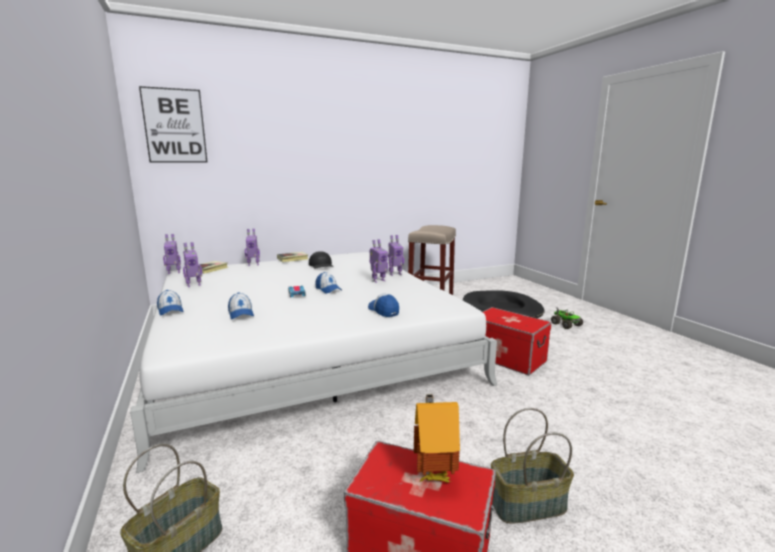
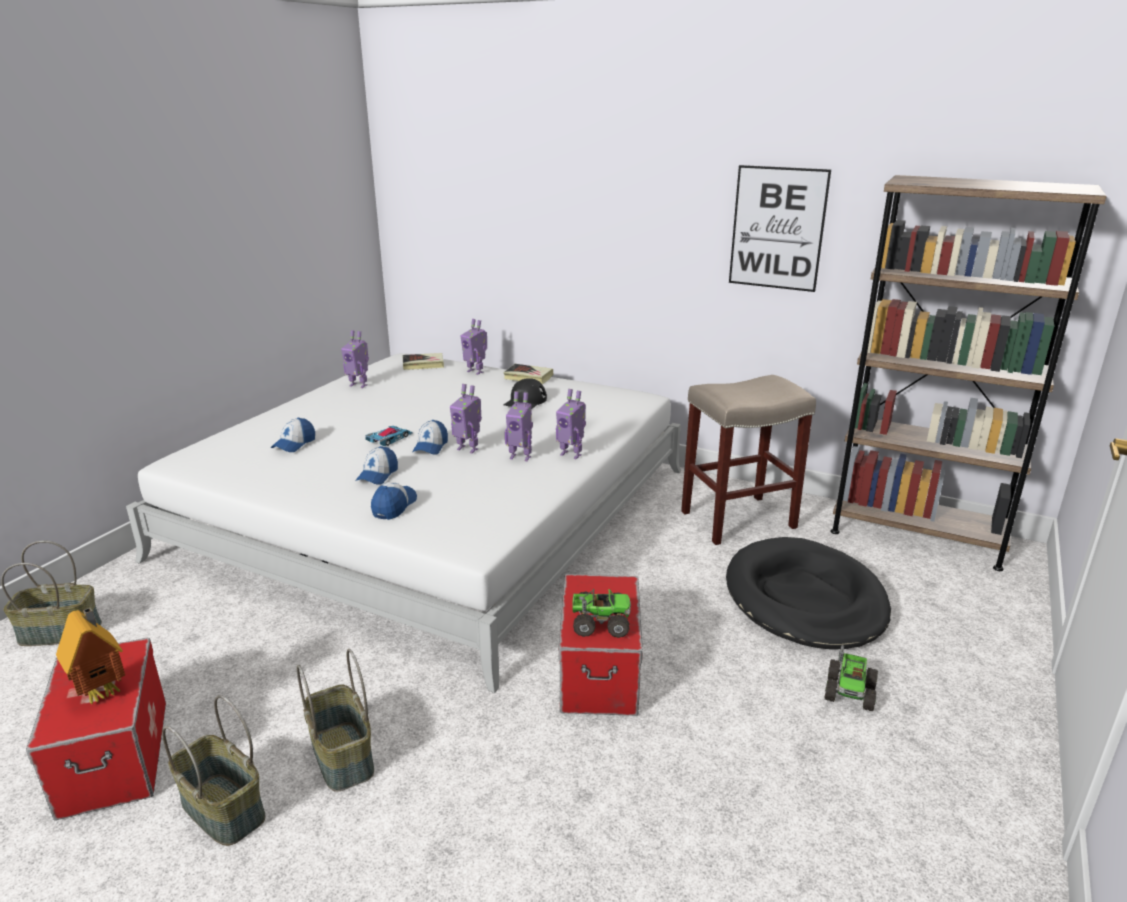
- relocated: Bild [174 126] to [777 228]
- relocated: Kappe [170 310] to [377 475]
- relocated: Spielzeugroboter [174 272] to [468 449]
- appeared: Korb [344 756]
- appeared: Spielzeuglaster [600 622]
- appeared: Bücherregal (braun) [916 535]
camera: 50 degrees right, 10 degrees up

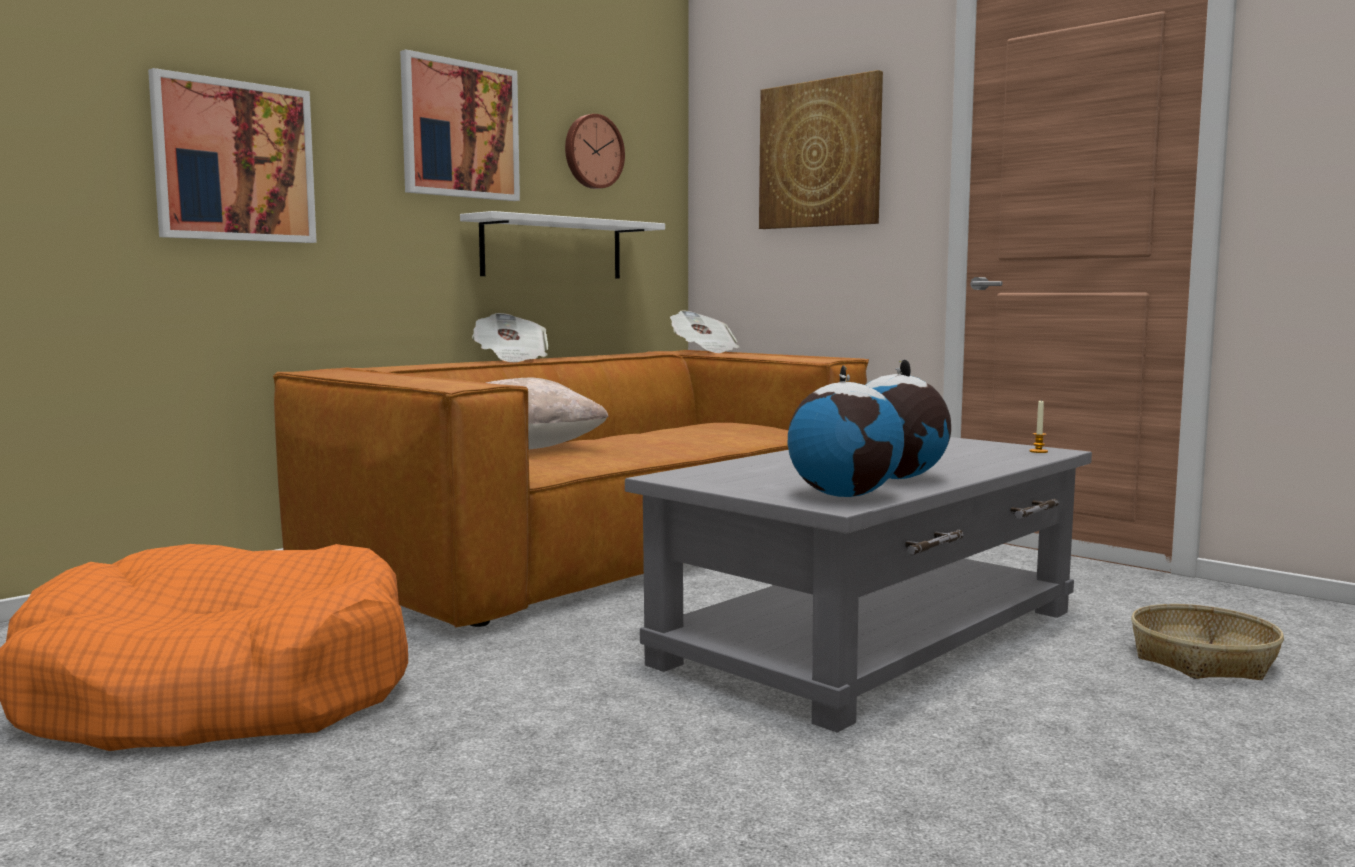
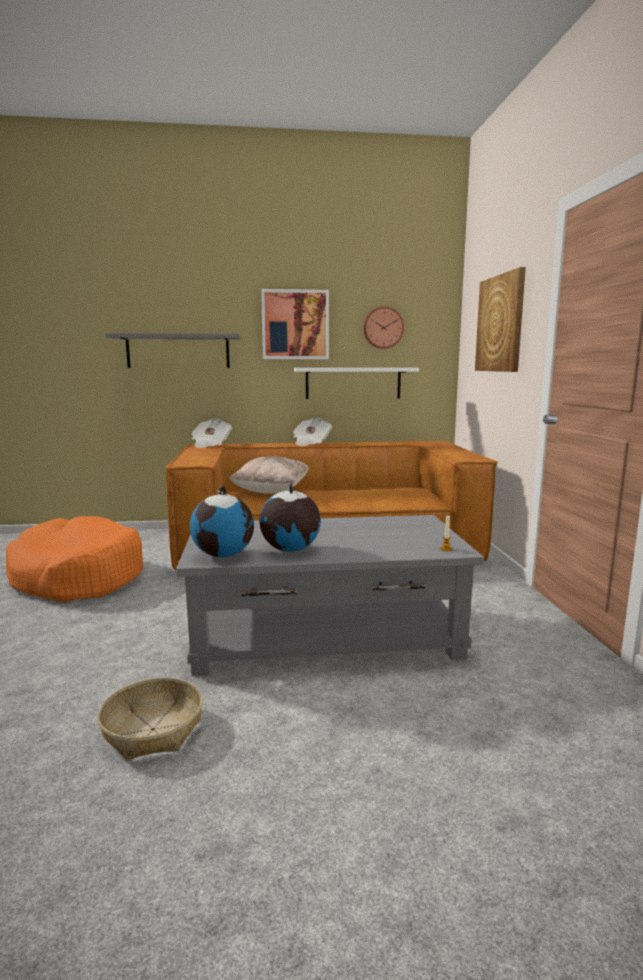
- exchanged: Bild [234 161] to Wandregal (grau) [178 351]
- relocated: Zeitung [704 351] to [210 445]
- relocated: Korb [1203 660] to [152 730]
camera: 40 degrees right, 5 degrees up

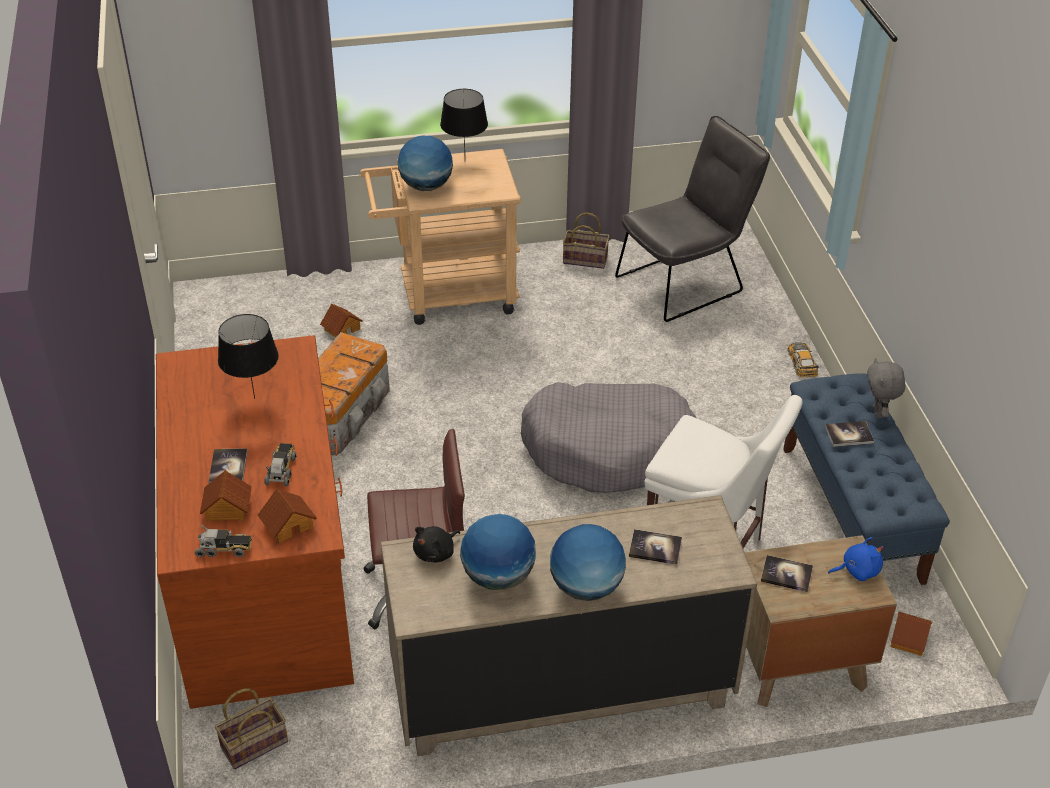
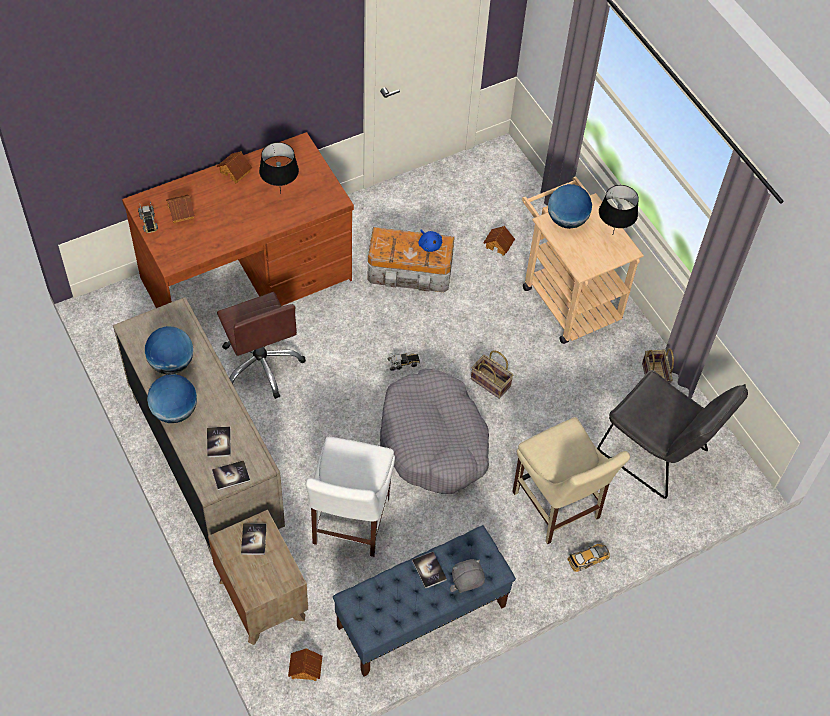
- relocated: Buch [228 467] to [231 476]
- relocated: Korb [255 742] to [492 382]
- relocated: Spielzeughaus [288 524] to [235 171]
- relocated: Spielzeuglaster [281 469] to [403 363]
- missing: Plüschtier (schwarz) [436 553]
- relocated: Plüschtier (blau) [857 570] to [429 245]
- appeared: Stuhl (beige) [558 509]
camera: 70 degrees right, 15 degrees up

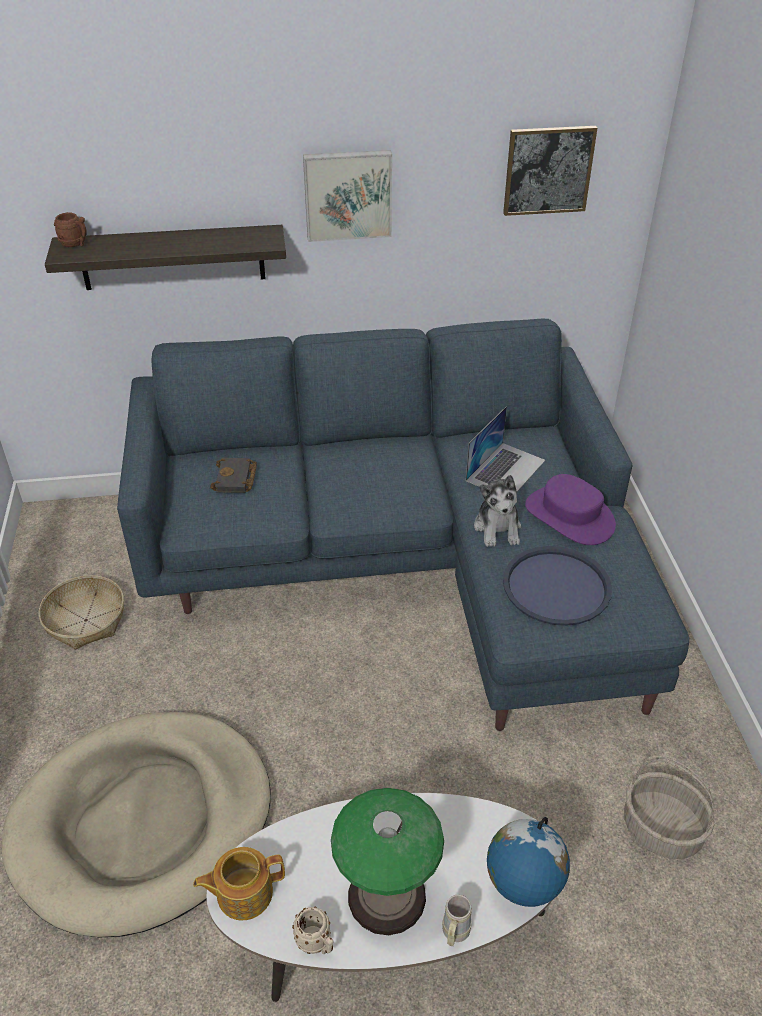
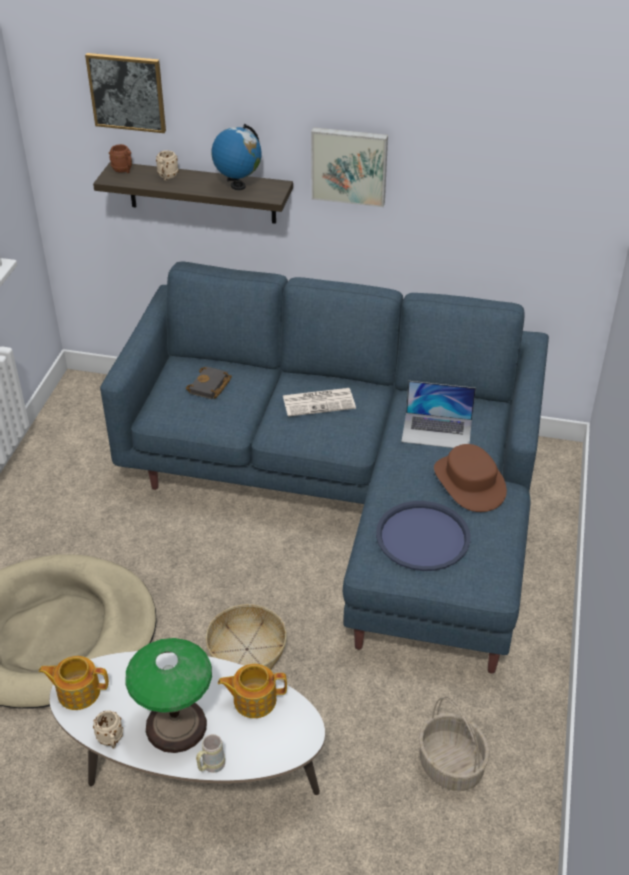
- relocated: Korb [86 620] to [247 649]
- spun: Laptop [505 470] = [437 430] 45 degrees clockwise
- missing: Plüschtier [498 528]
- relocated: Globus [521 891] to [238 186]
- relocated: Bild [548 170] to [127 92]
- colour: Hut (lila) [569 516] to Hut (braun) [469 482]
- appeared: Henkelbecher (beige) [167 177]
- appeared: Teekanne [253 699]
- appeared: Zeitung [319 402]
camera: 20 degrees right, 0 degrees up

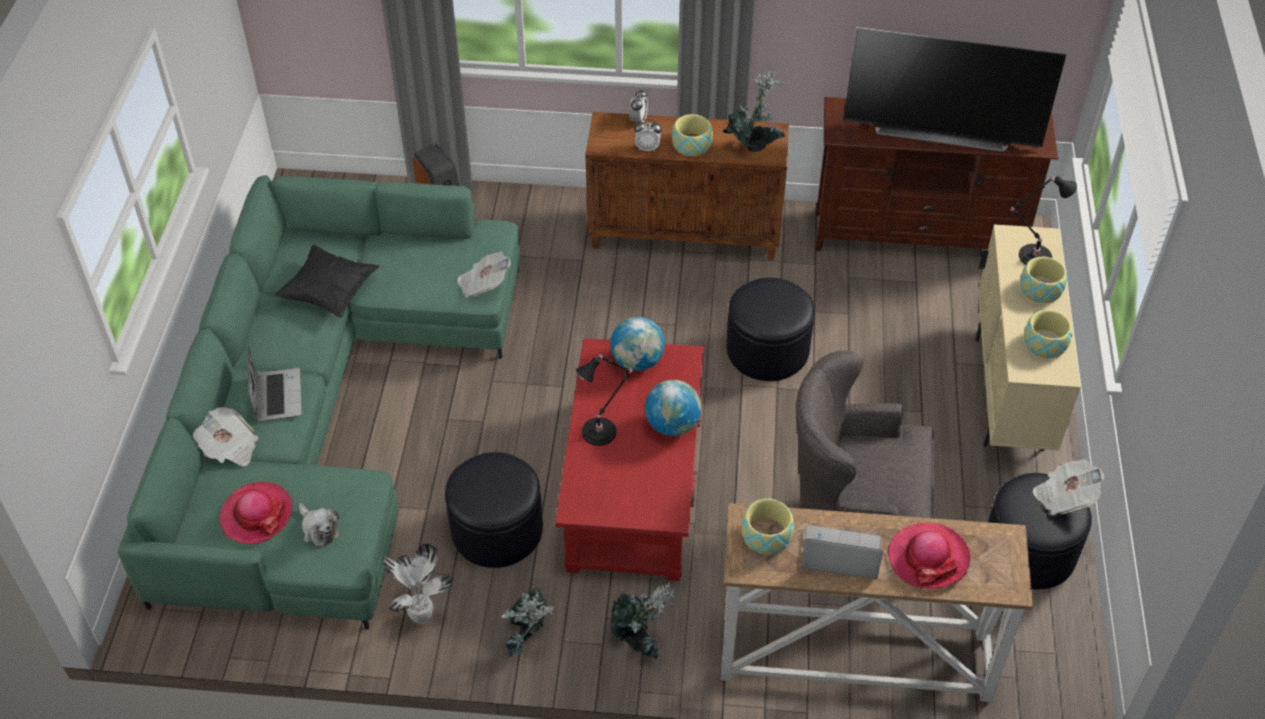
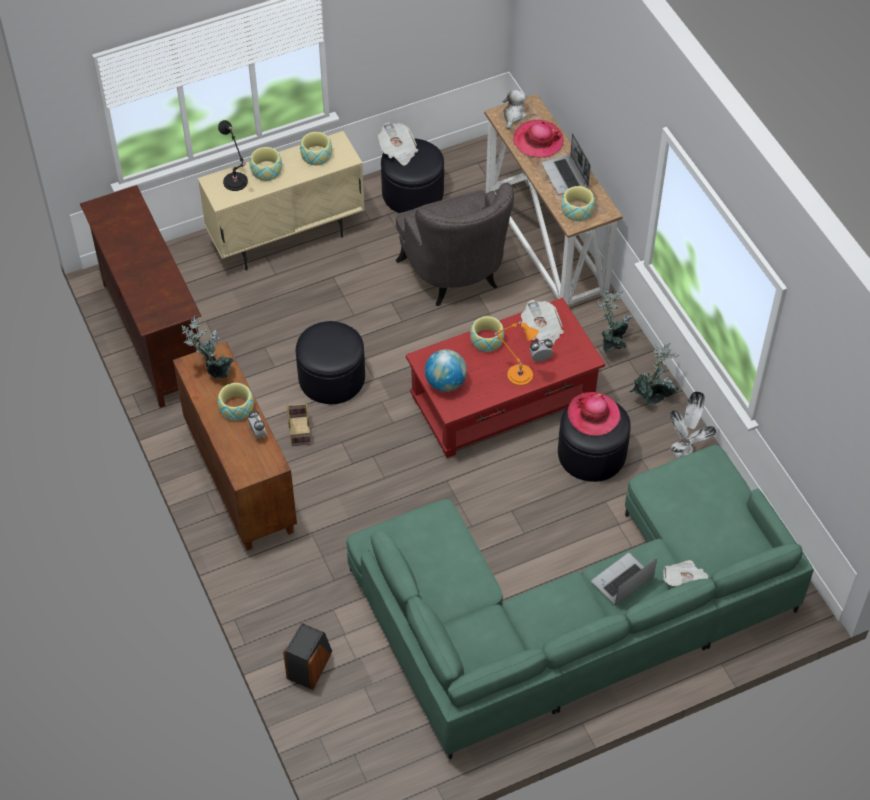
- relocated: Hut [256 515] to [593 415]
- missing: Kissen (schwarz) [329 293]
- relocated: Plüschtier [319 529] to [513 115]
- relocated: Zeitung [484 284] to [541 331]
- colour: Tischlampe (schwarz) [602 430] to Tischlampe (orange) [518 374]
- relocated: Wecker [638 120] to [540 358]
- exchanged: Globus [672 425] to Schüssel [486 340]
- missing: Fernseher [941 131]
- appeared: Korb [299 430]
camera: 120 degrees left, 5 degrees up

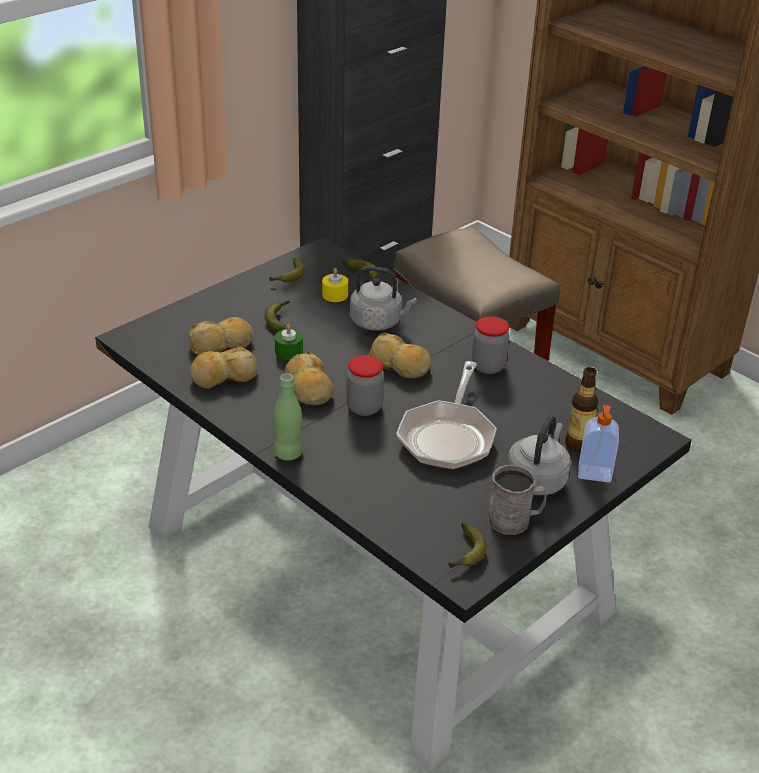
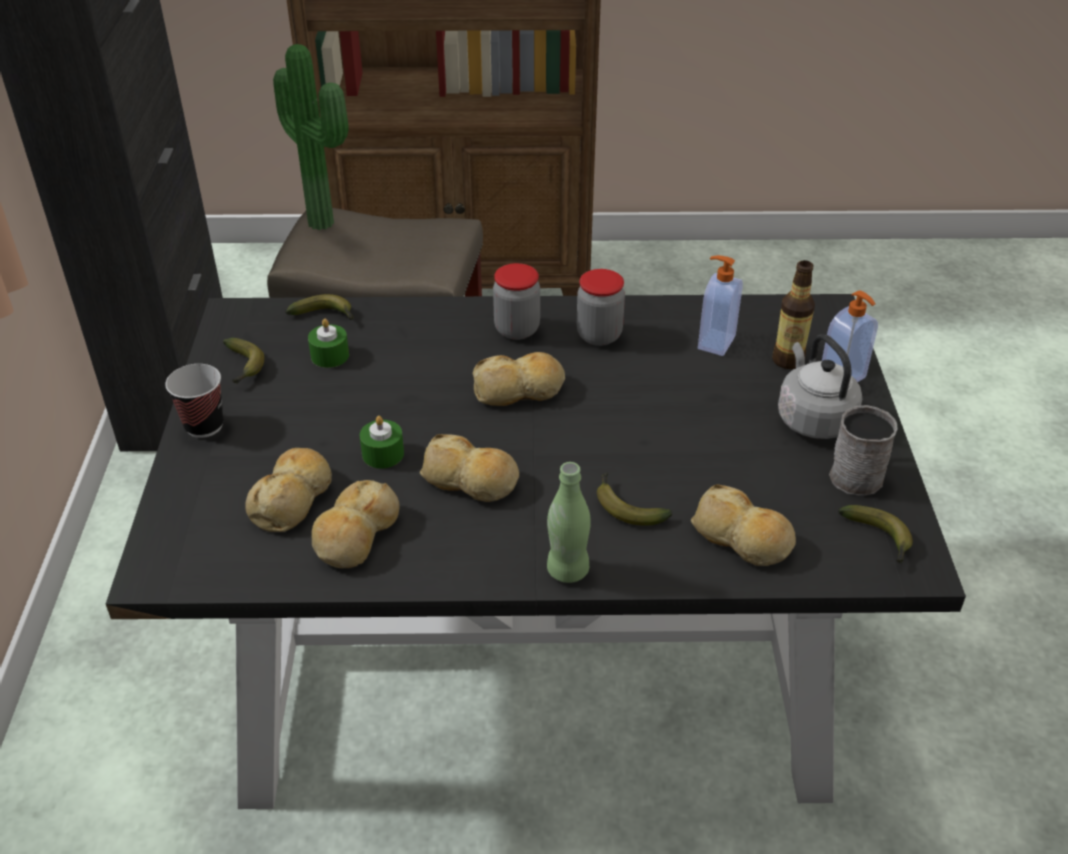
- relocated: Banane [280 320] to [626 507]
- colour: Kerze (gelb) [335 295] to Kerze (grün) [330 356]
- relocated: Vorratsglas [364 407] to [517 329]
- missing: Wasserkessel (grau) [378 322]
- missing: Pfanne [448 436]
- appeared: Tasse [204 425]
- appeared: Topfpflanze [325 221]
- appeared: Brot [742 538]
- appeared: Seifenspender [715 342]
camera: 45 degrees left, 5 degrees up

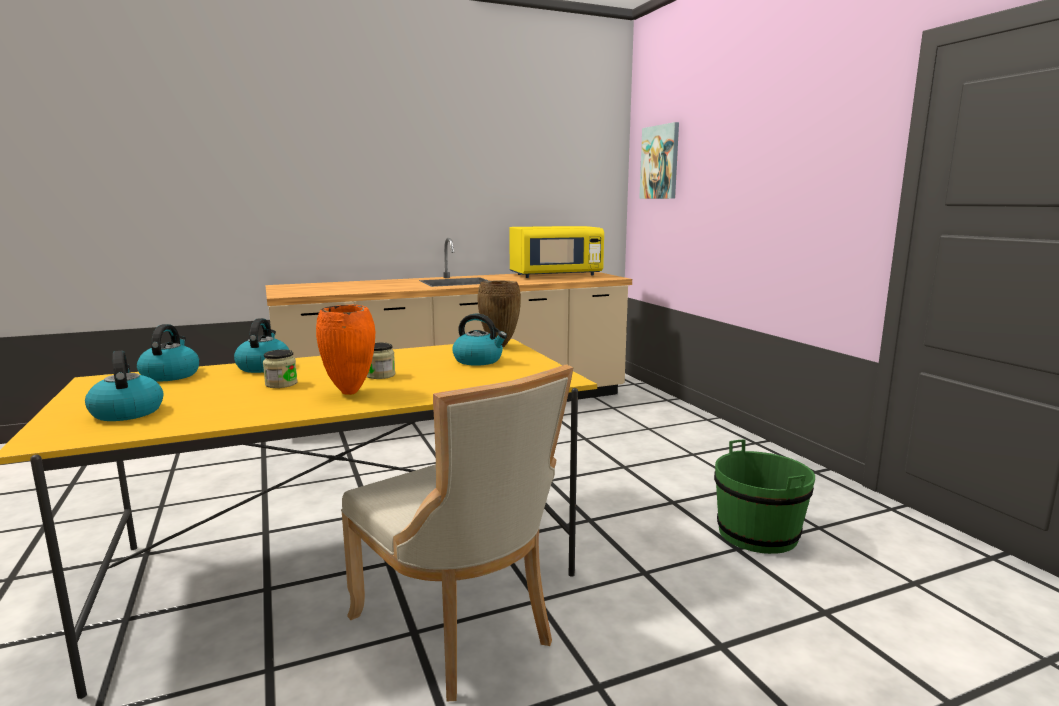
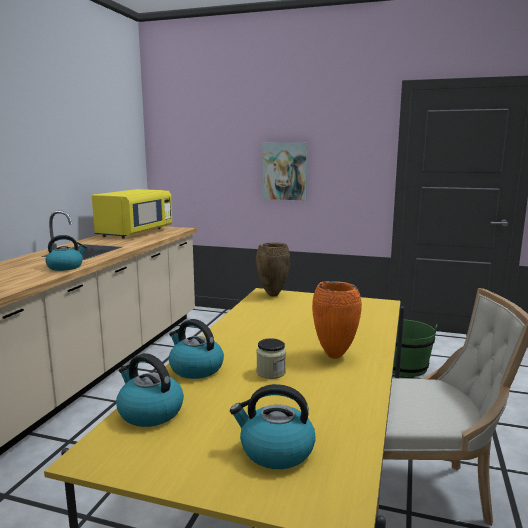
- missing: Vorratsglas [380 375]
- relocated: Wasserkessel [479 360] to [66 267]
- relocated: Bild [660 162] to [285 171]
camera: 50 degrees left, 0 degrees up

